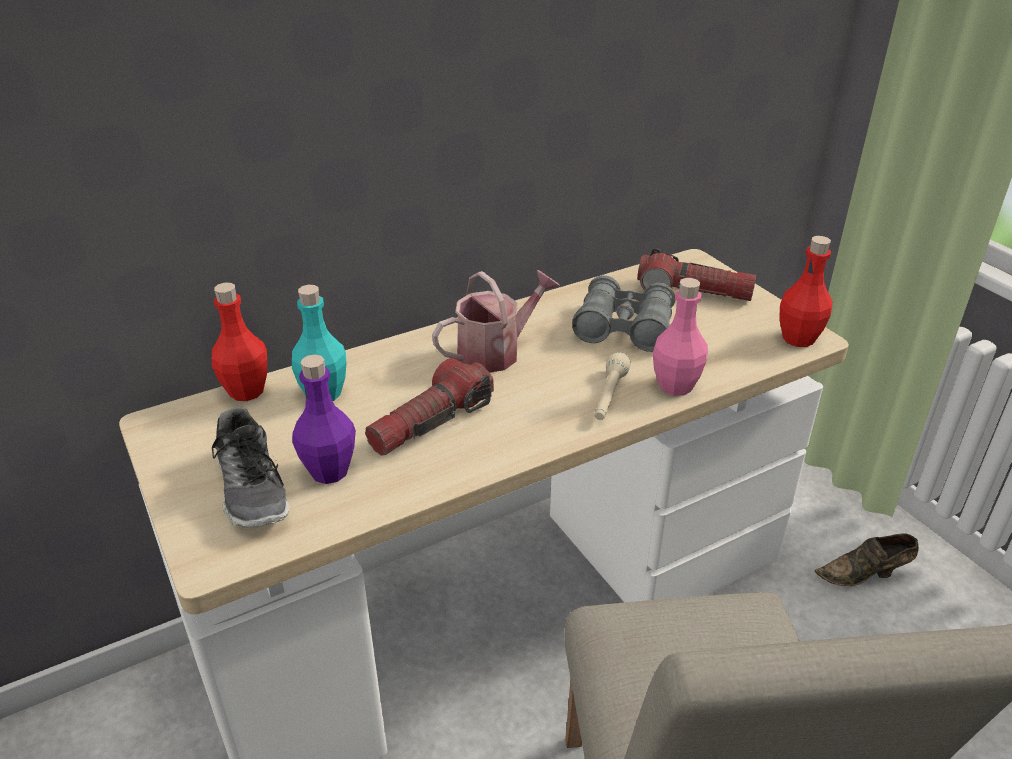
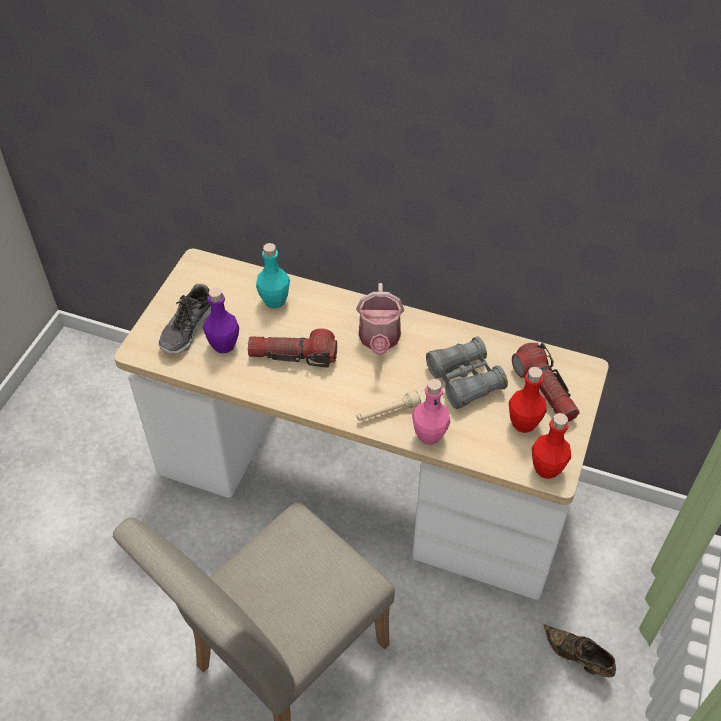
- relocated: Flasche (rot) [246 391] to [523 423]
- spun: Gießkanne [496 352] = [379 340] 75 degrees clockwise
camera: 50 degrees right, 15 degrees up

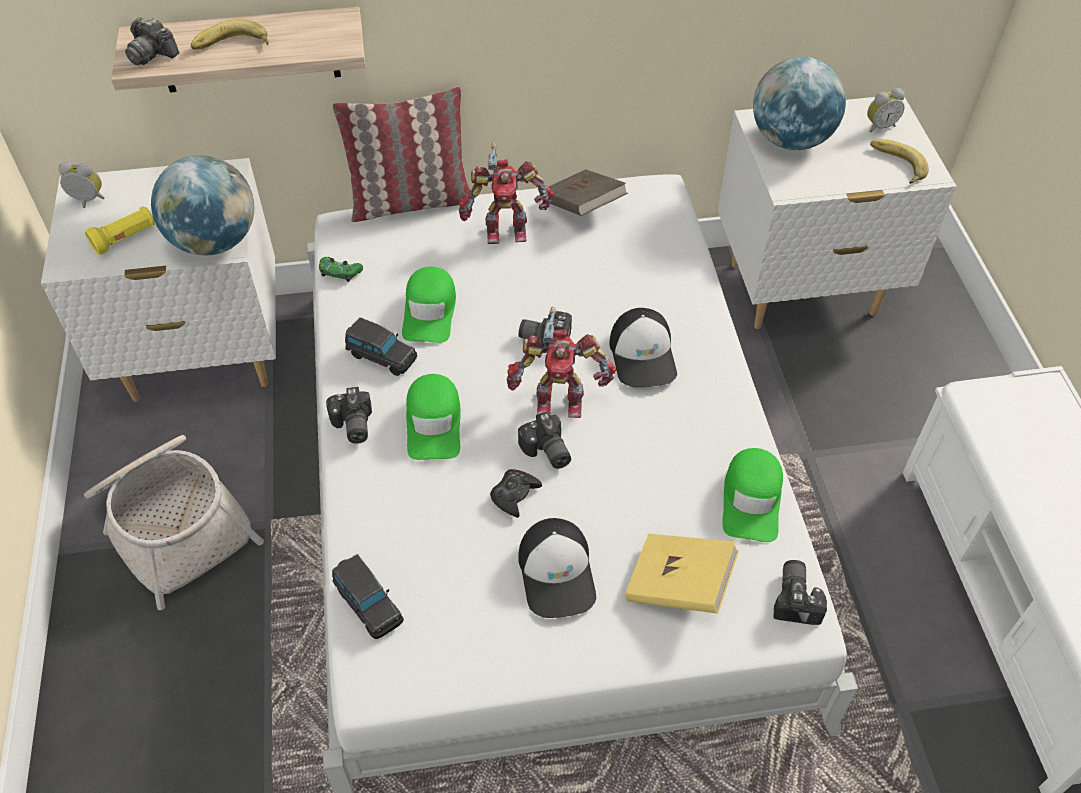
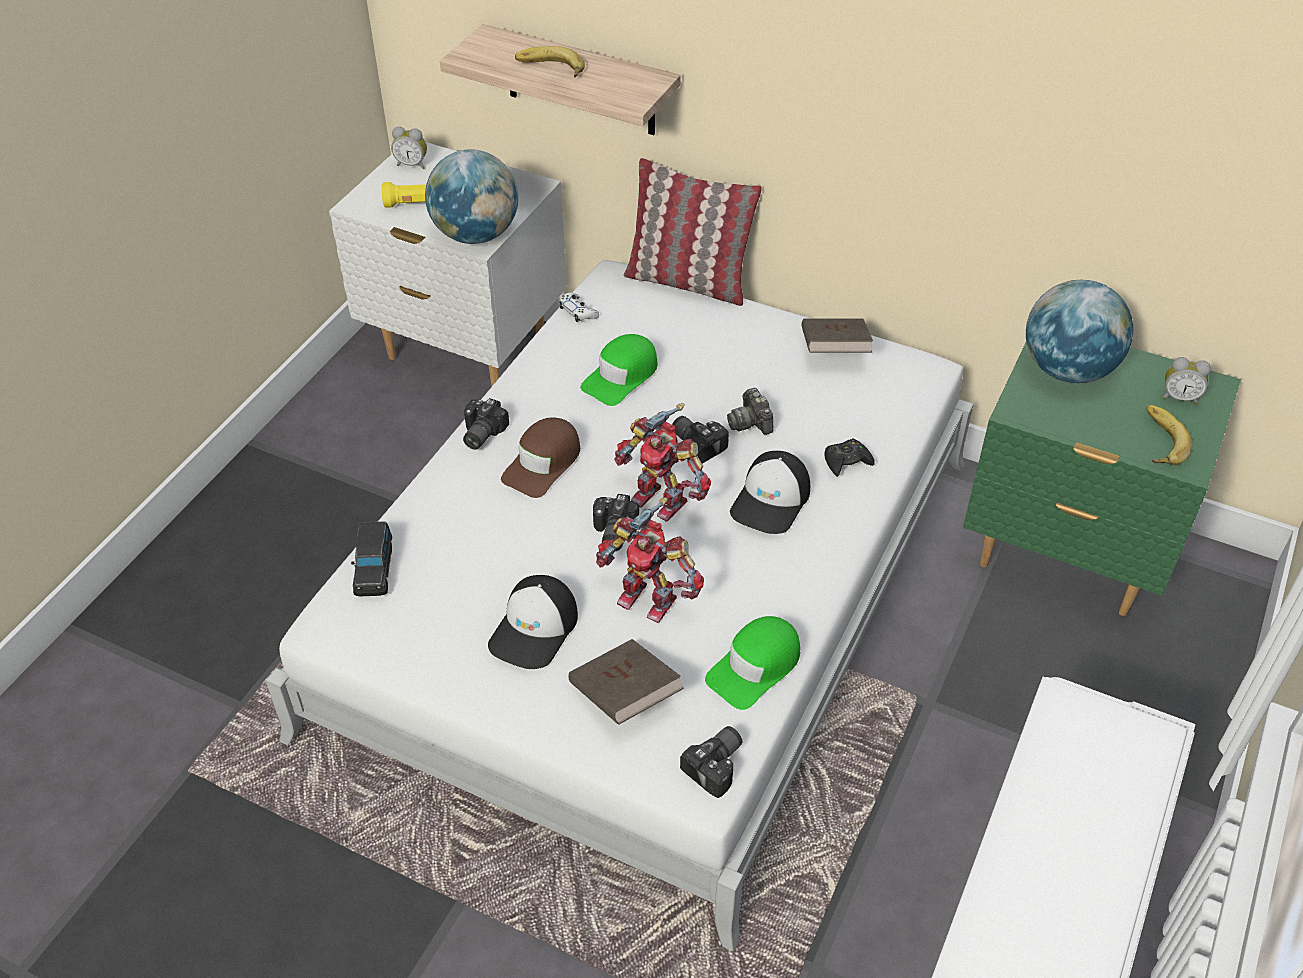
- spun: Wecker [87 201] = [412 164] 150 degrees clockwise
- missing: Korb [174 523]
- relocated: Kamera [152 53] to [751 422]
- colour: Gamepad (grün) [340 272] to Gamepad (weiß) [578 312]
- missing: Spielzeugauto (schwarz) [381 356]
- colour: Kappe (grün) [434 423] to Kappe (braun) [543 463]
- relocated: Spielzeugroboter [505 230] to [649 598]
- relocated: Gamepad (schwarz) [514 495] to [846 461]
- colour: Buch (gelb) [679 586] to Buch (braun) [624 696]
- colour: Nachttisch (weiß) [803 290] to Nachttisch (grün) [1065 555]
camera: 35 degrees right, 5 degrees down

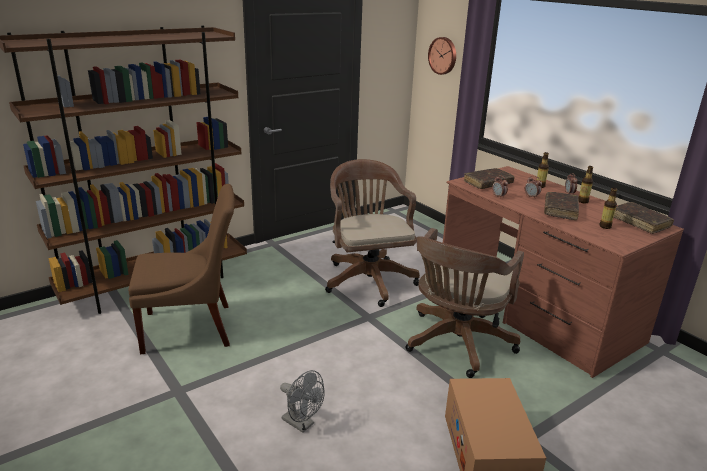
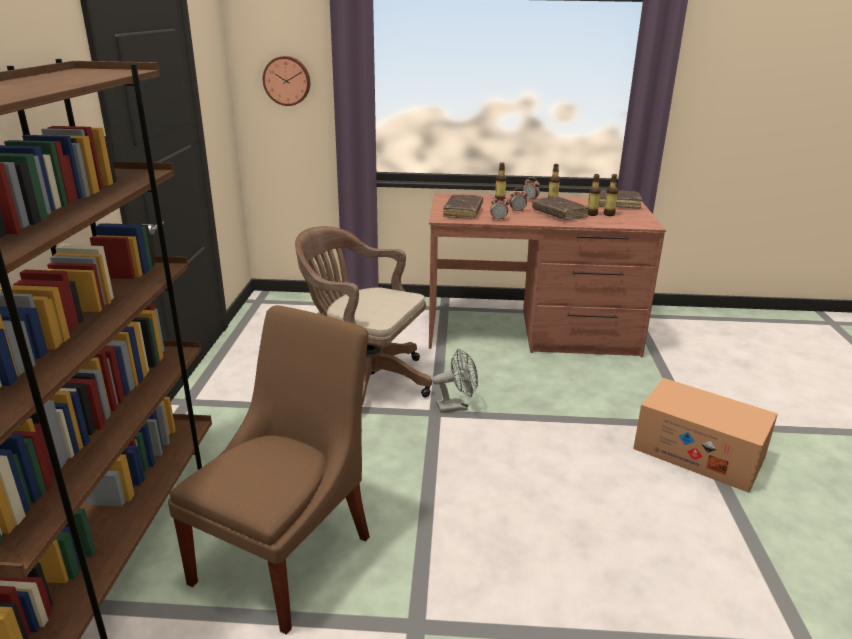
- relocated: Ventilator (grau) [302 424] to [457 406]
- missing: Bürostuhl (braun) [456 344]
- appeared: Flasche [591 214]
camera: 50 degrees left, 0 degrees up

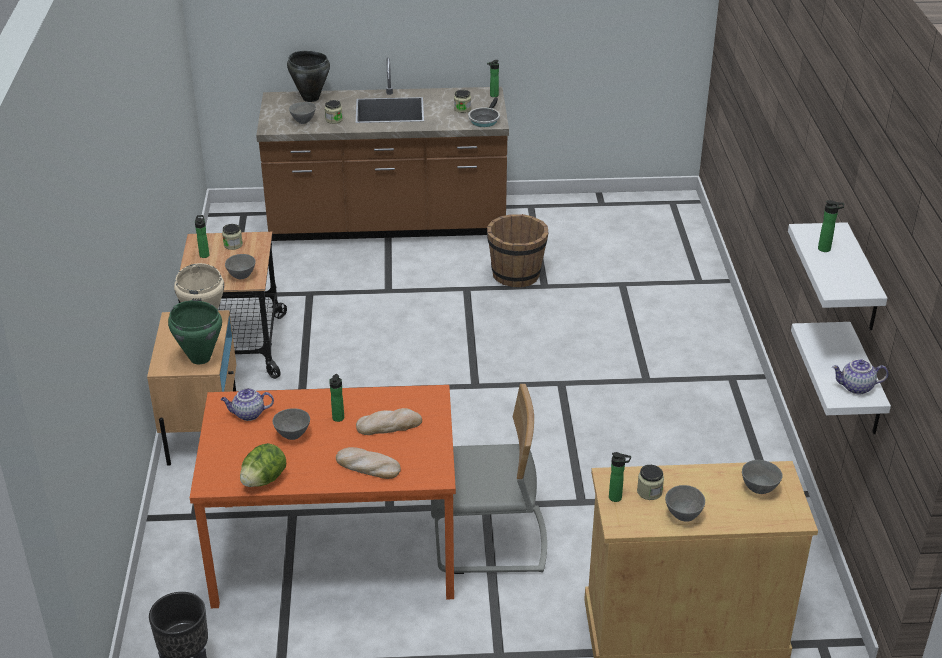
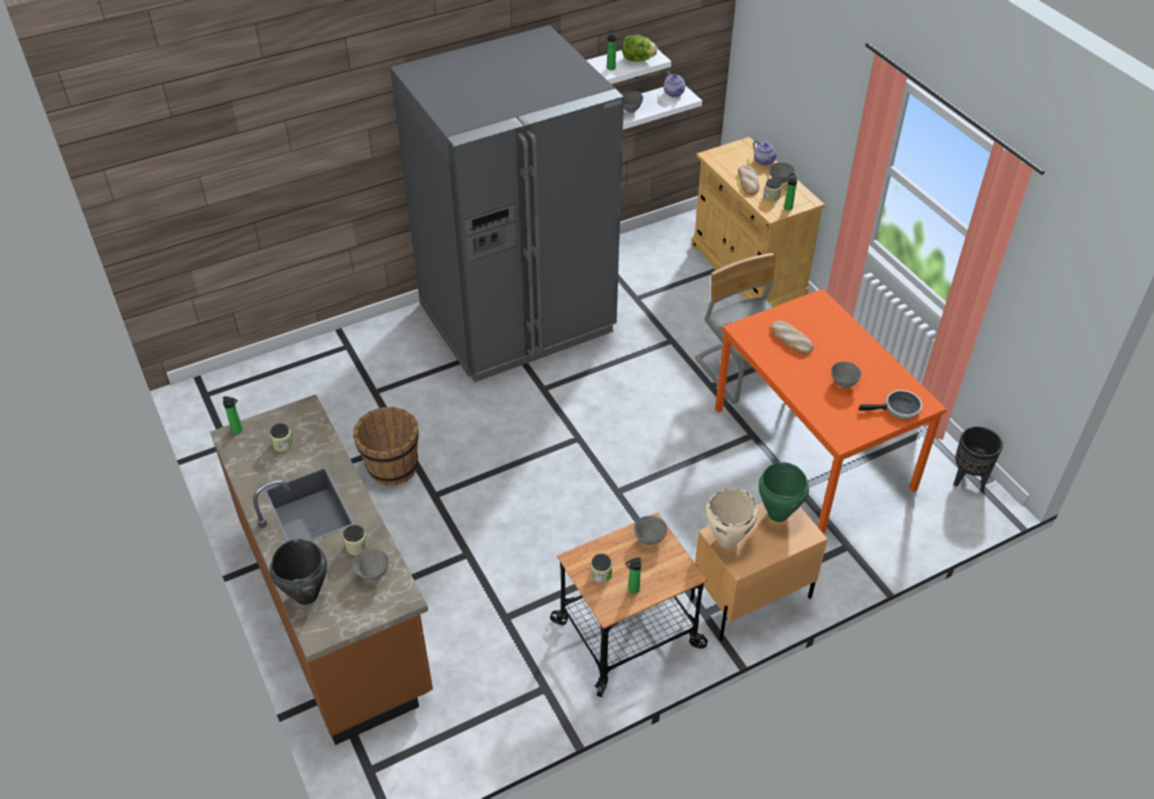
- relocated: Teekanne [248 414] to [764 161]
- relocated: Salatkopf [264 480] to [637 59]
- missing: Flasche [338 419]
- relocated: Brot [367 466] to [748 182]
- relocated: Pfanne [484 119] to [899 408]
- relocated: Schüssel (grau) [759 489] to [630 110]
- appeared: Kühlschrank (grau) [516 319]
camera: 115 degrees left, 10 degrees up

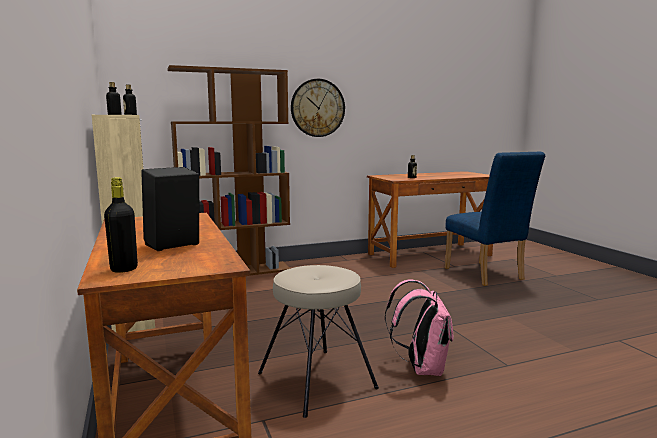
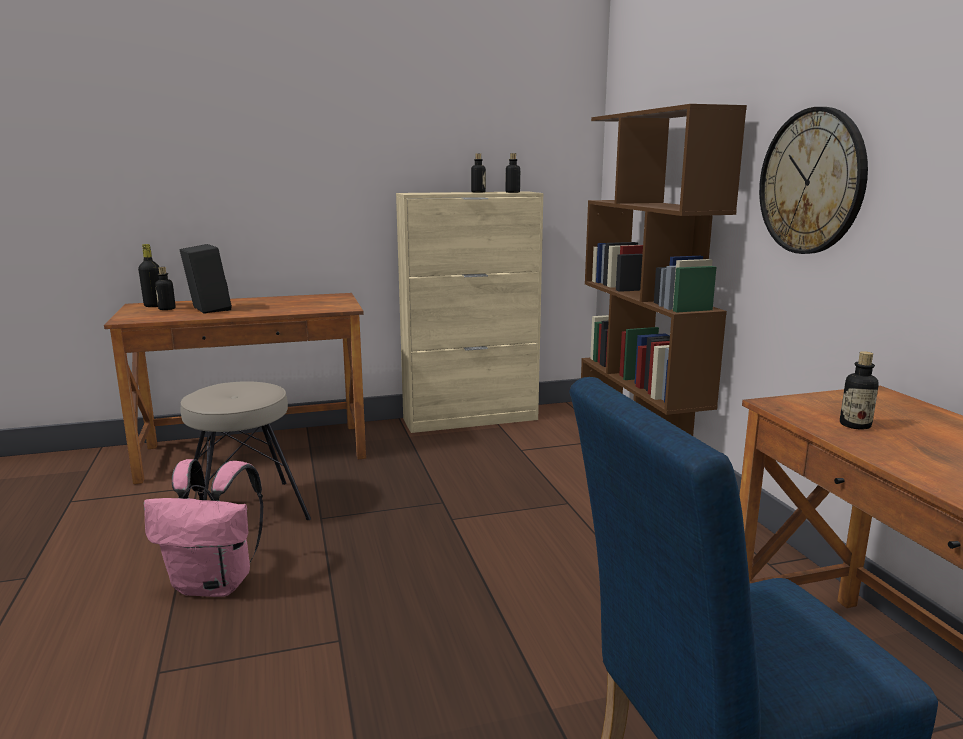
- appeared: Flasche [167 309]
camera: 95 degrees right, 5 degrees up

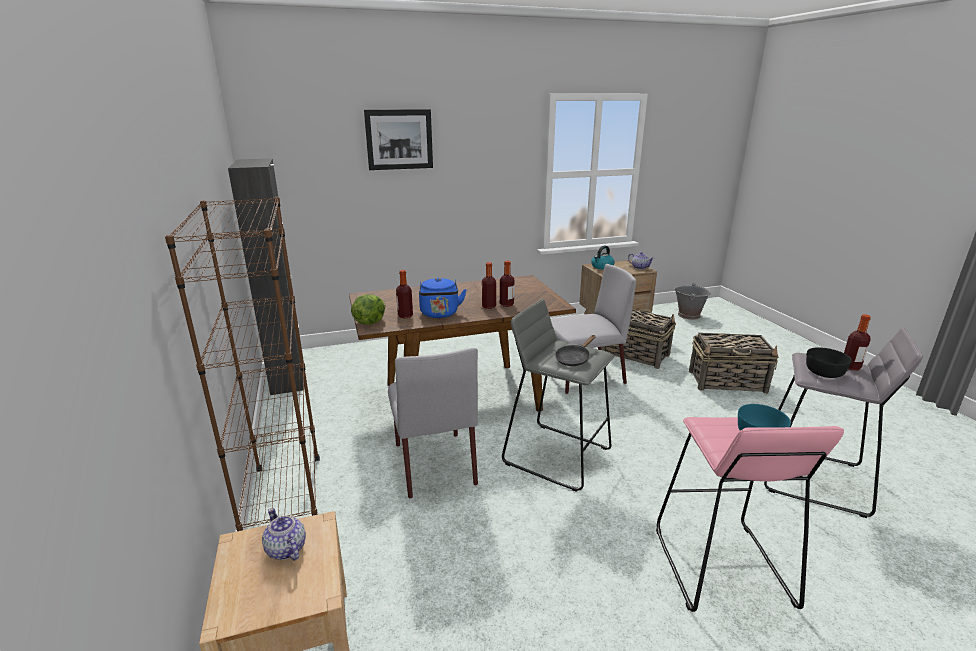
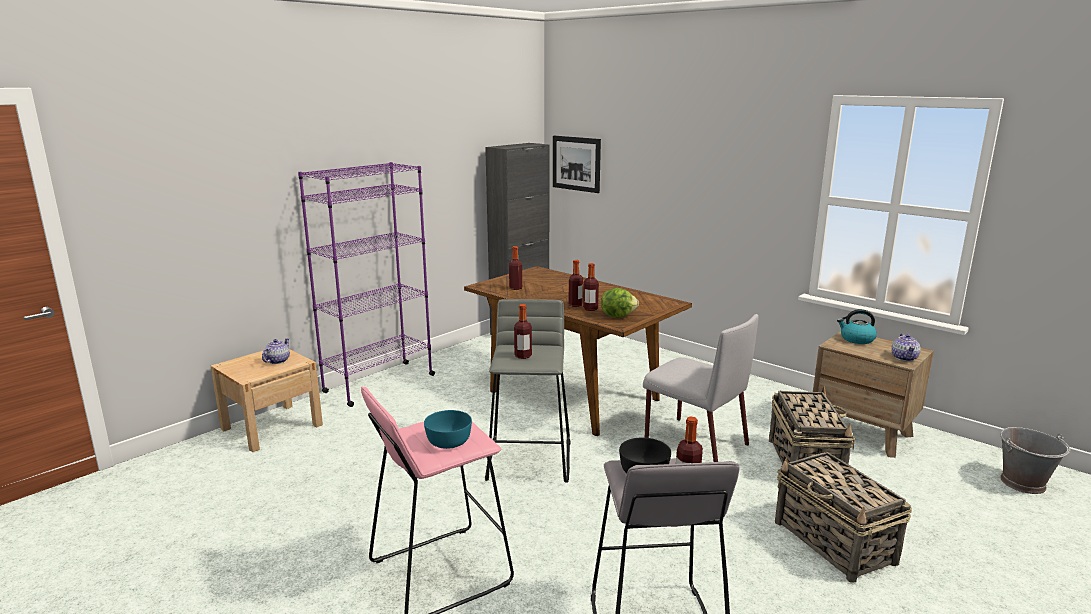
- colour: Bücherregal (braun) [287 507] to Bücherregal (lila) [379 384]
- relocated: Salatkopf [369 322] to [617 316]
- relocated: Bild [399 139] to [576 163]
- missing: Stuhl (grau) [434 462]
- missing: Wasserkessel (blau) [440 314]
- exchanged: Pfanne (schwarz) [574 359] to Flasche [523 356]
camera: 60 degrees right, 5 degrees down

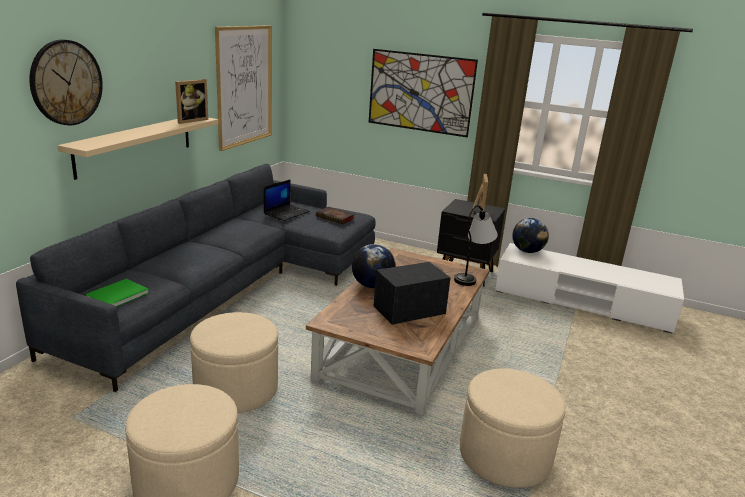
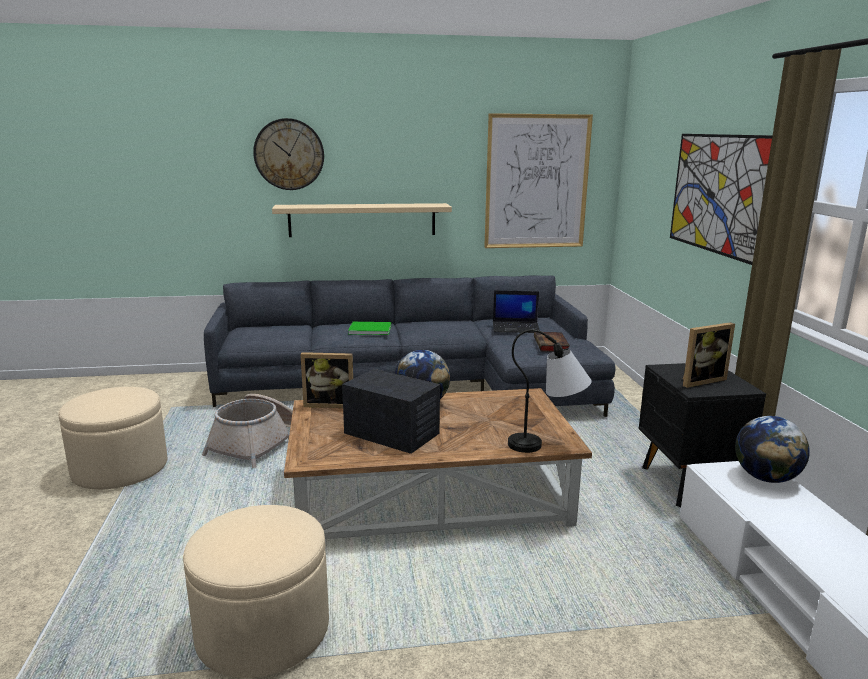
- relocated: Buch (grün) [115 295] to [369 329]
- relocated: Bilderrahmen [190 120] to [330 404]
- exchanged: Polsterhocker (beige) [236 389] to Korb [257 443]
camera: 60 degrees right, 5 degrees down

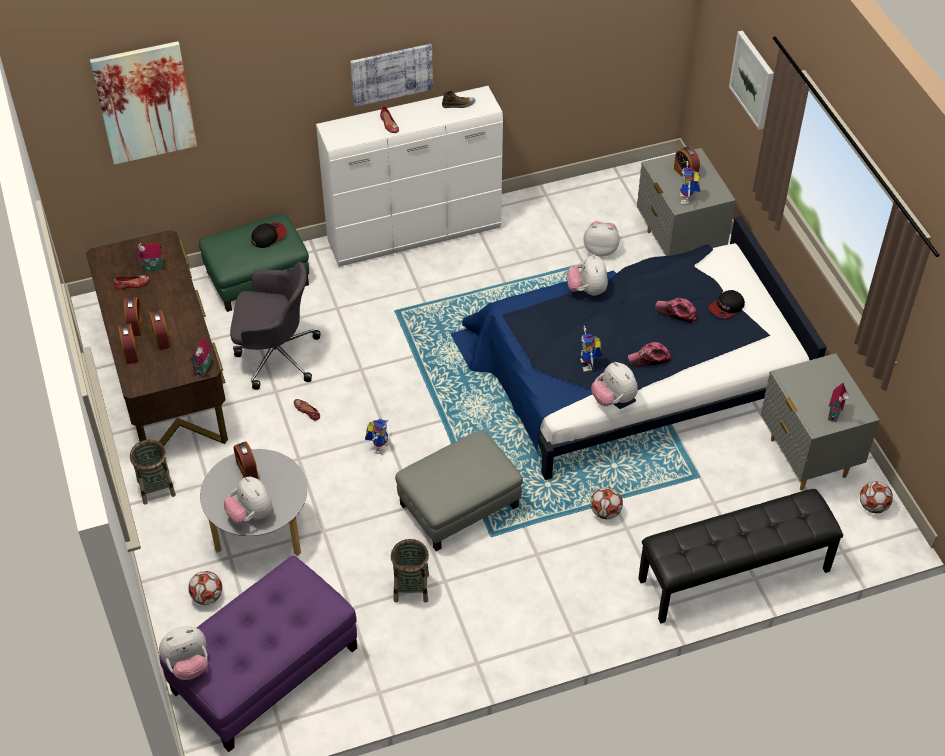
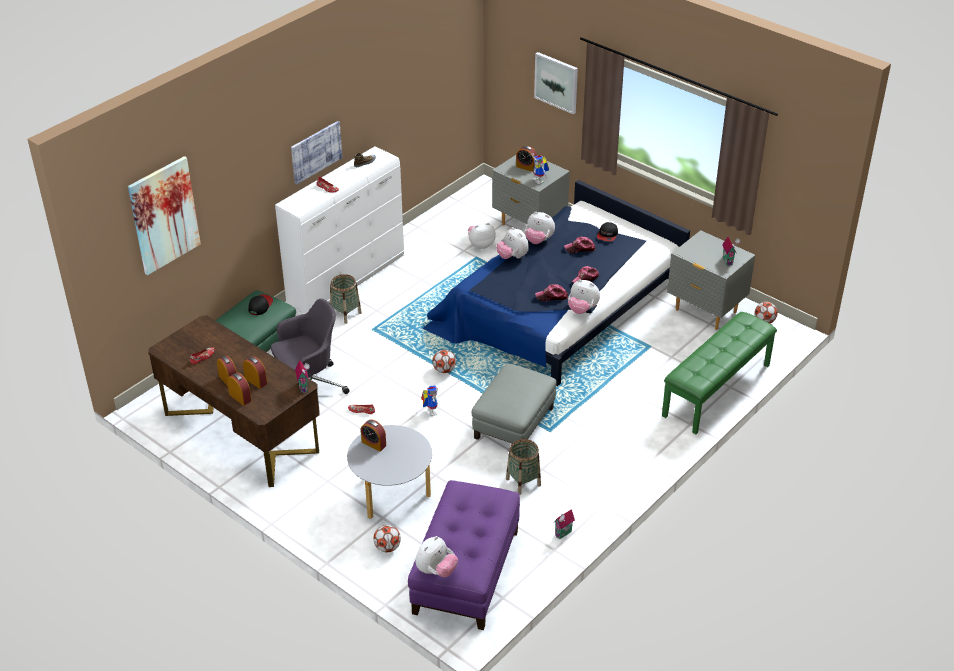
- relocated: Korb [156 488] to [345 313]
- relocated: Spielzeughaus [153 268] to [564 534]
- relocated: Plüschtier [251 514] to [539 240]
- exchanged: Spielzeugroboter [589 365] to Kappe [551 296]
- relocated: Fußball [605 512] to [444 370]
- colour: Bank (schwarz) [734 576] to Bank (grün) [717 390]
camera: 30 degrees left, 10 degrees down

